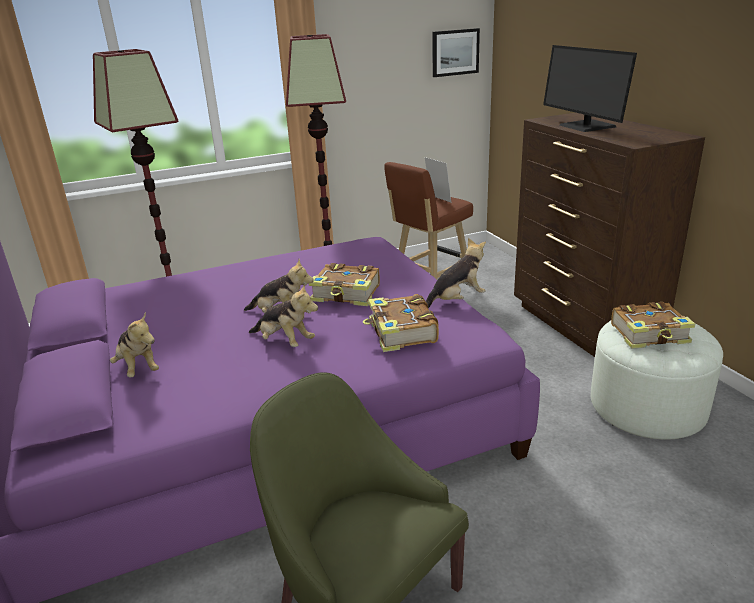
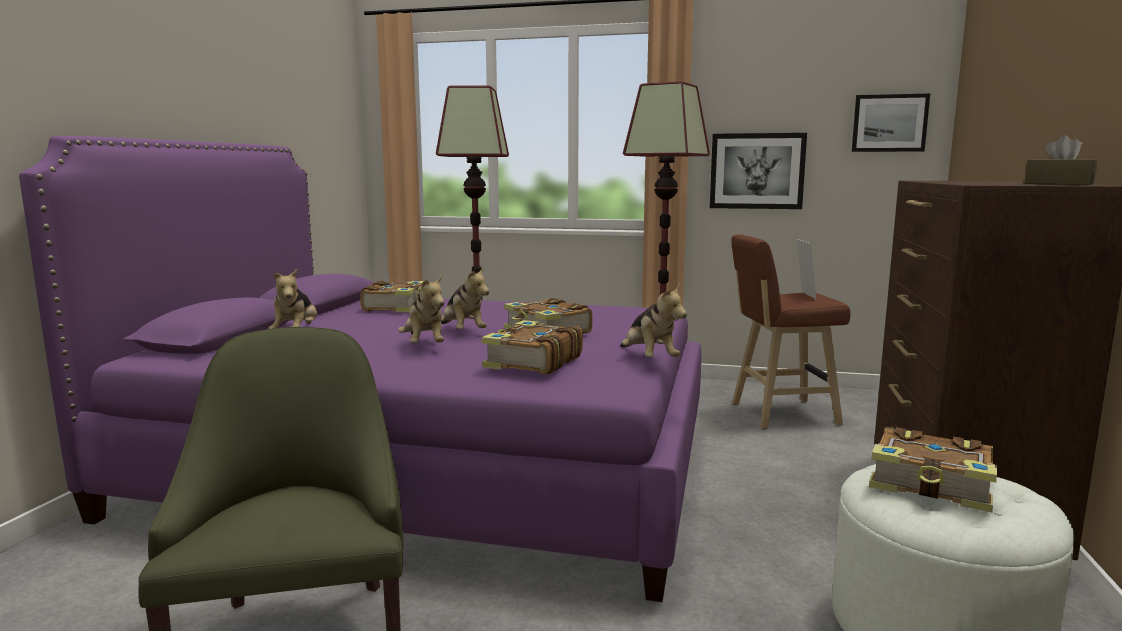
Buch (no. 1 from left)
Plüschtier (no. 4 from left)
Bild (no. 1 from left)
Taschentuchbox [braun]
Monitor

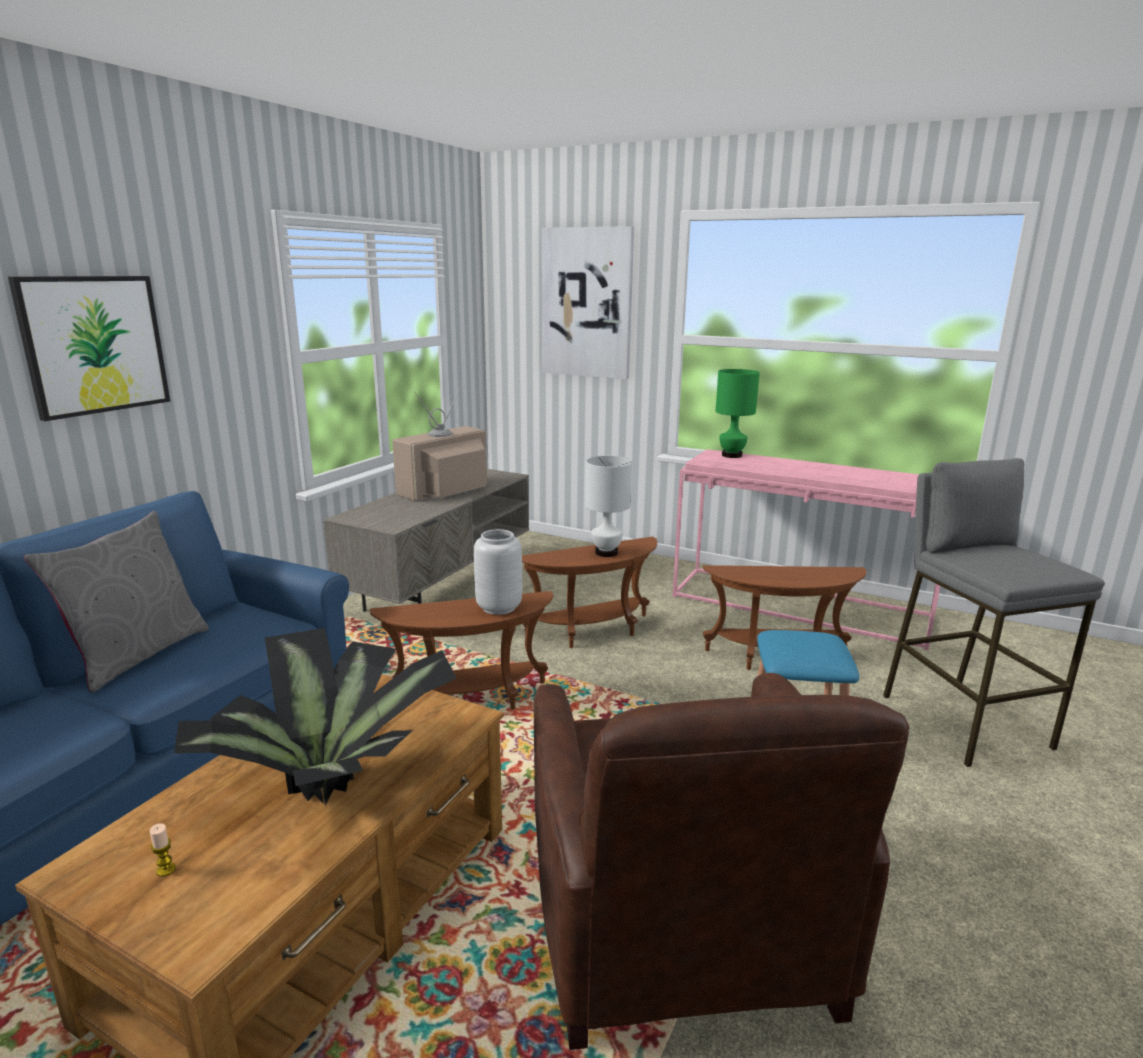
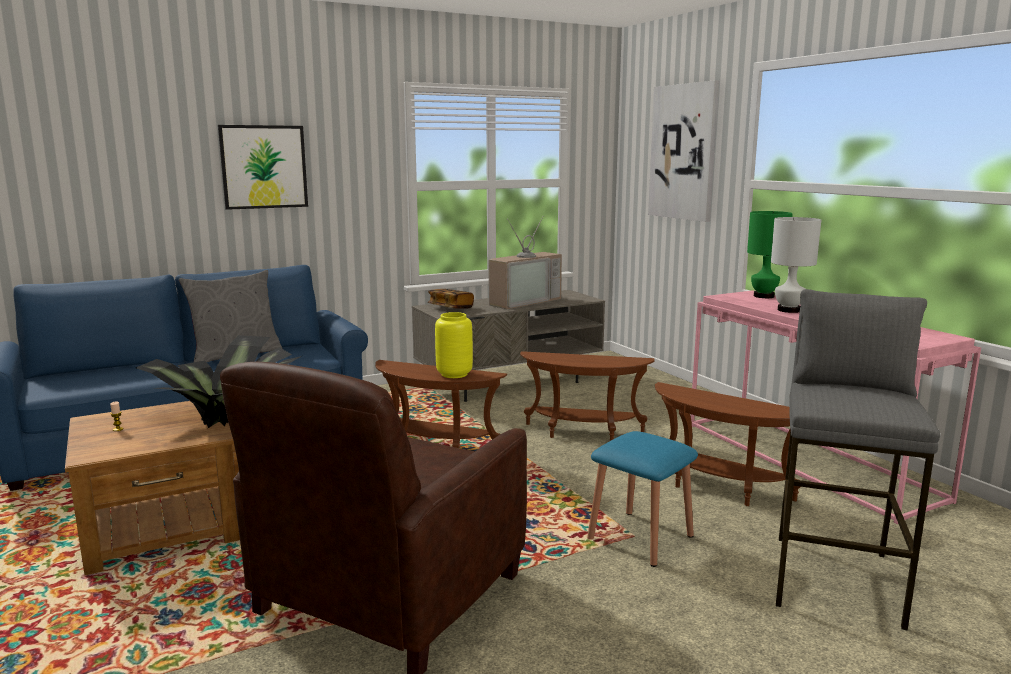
Buch
Vase [gelb]
Fernseher
Tischlampe [weiß]

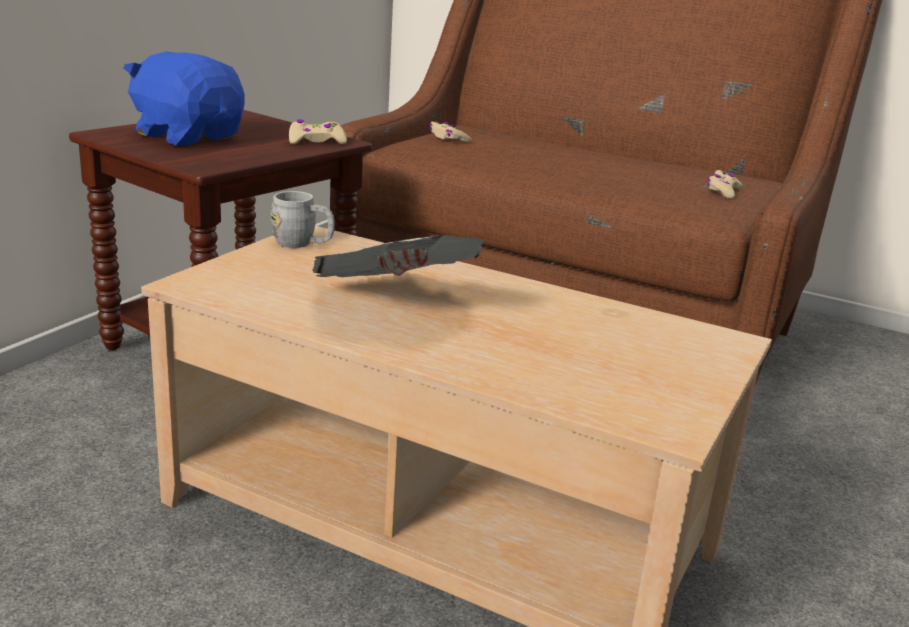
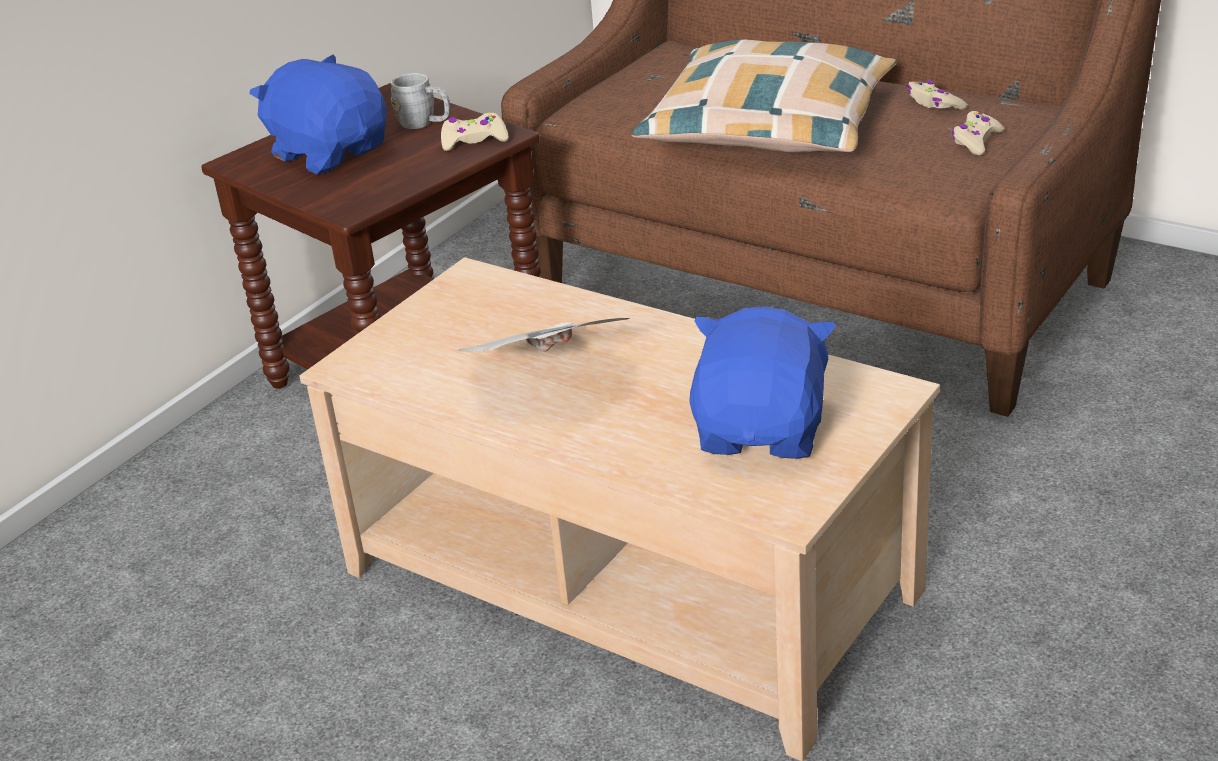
Henkelbecher [grau]
Kissen
Plüschtier [blau] (no. 2 from left)
Gamepad [beige] (no. 2 from left)

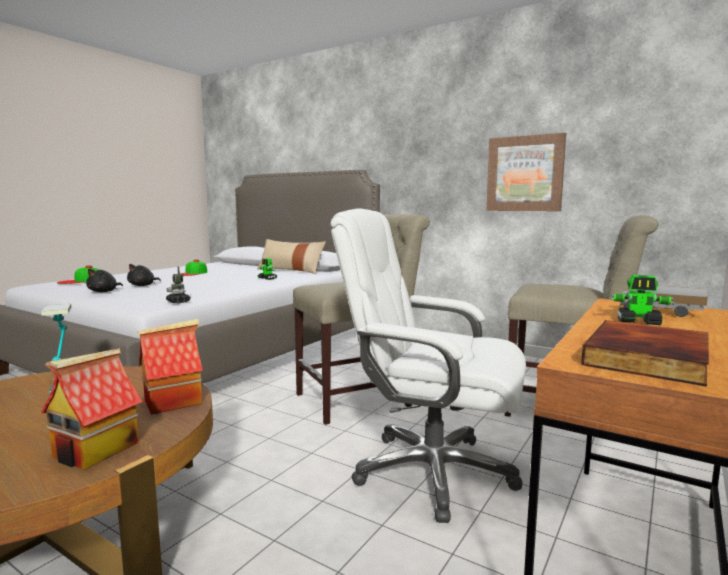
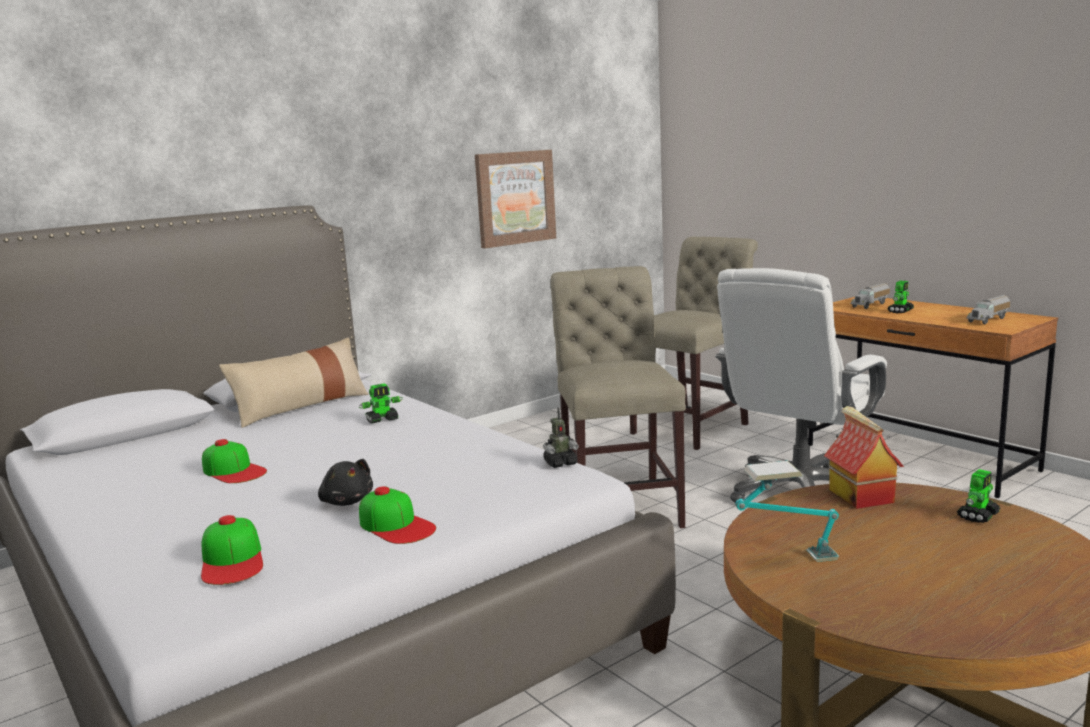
Kappe (no. 3 from left)
Spielzeugroboter (no. 4 from left)
Spielzeuglaster (no. 2 from left)

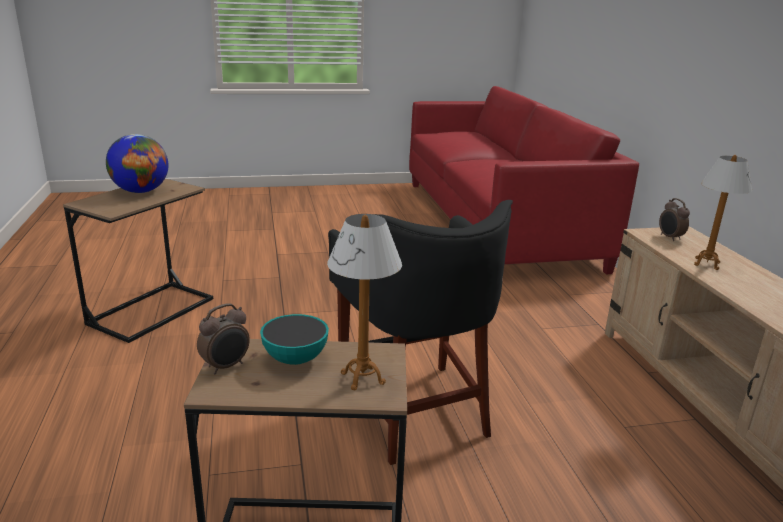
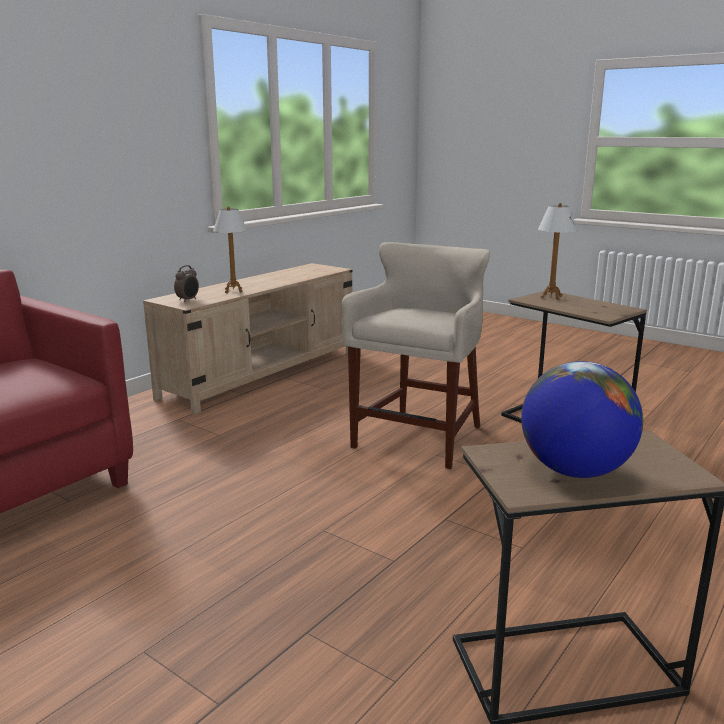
Hocker [beige]
Wecker (no. 1 from left in the first image)
Schüssel

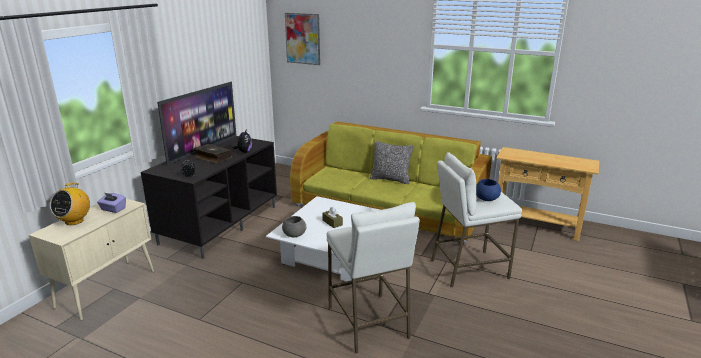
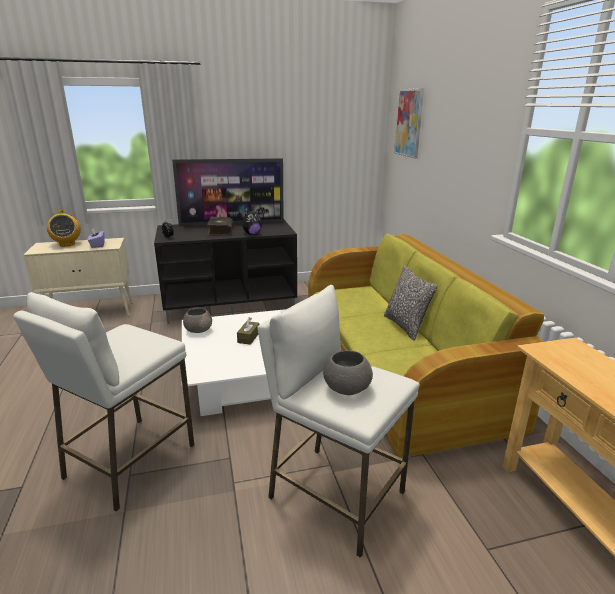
Radio
Schüssel [grau] (no. 2 from left)

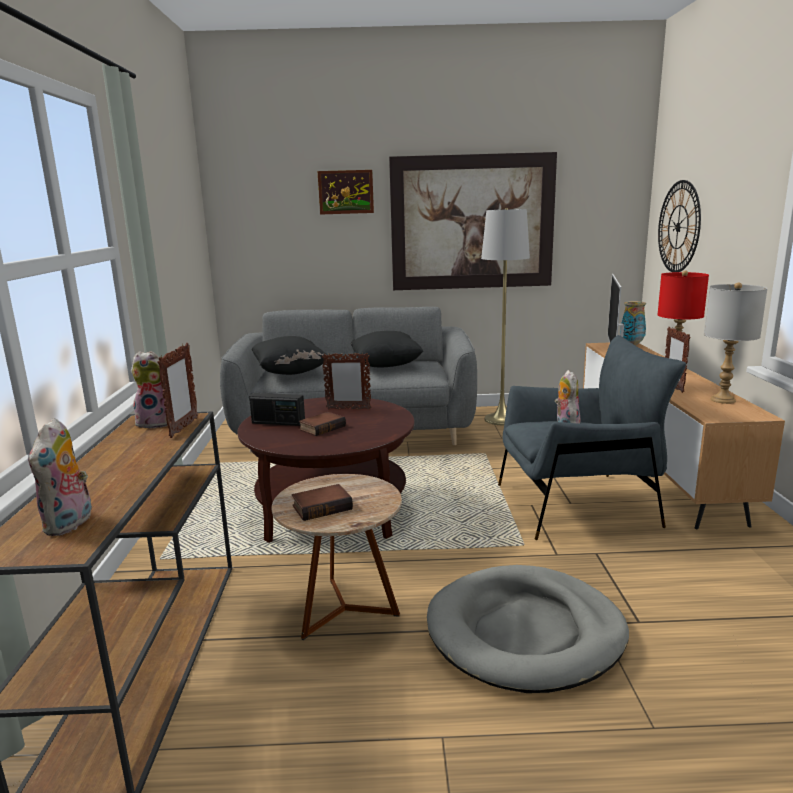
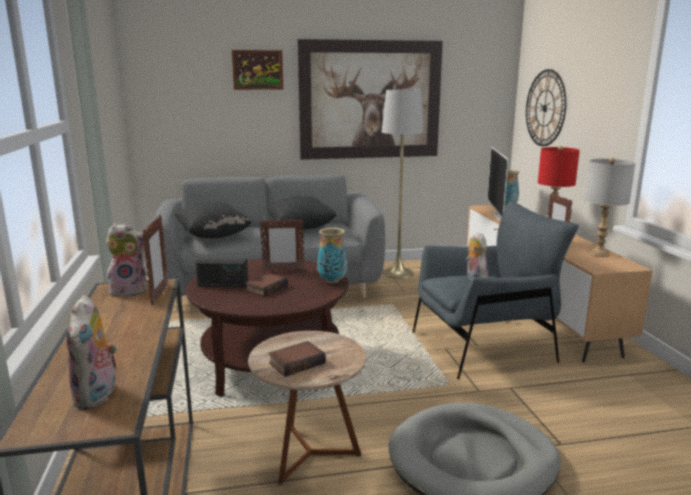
Vase (no. 1 from left)

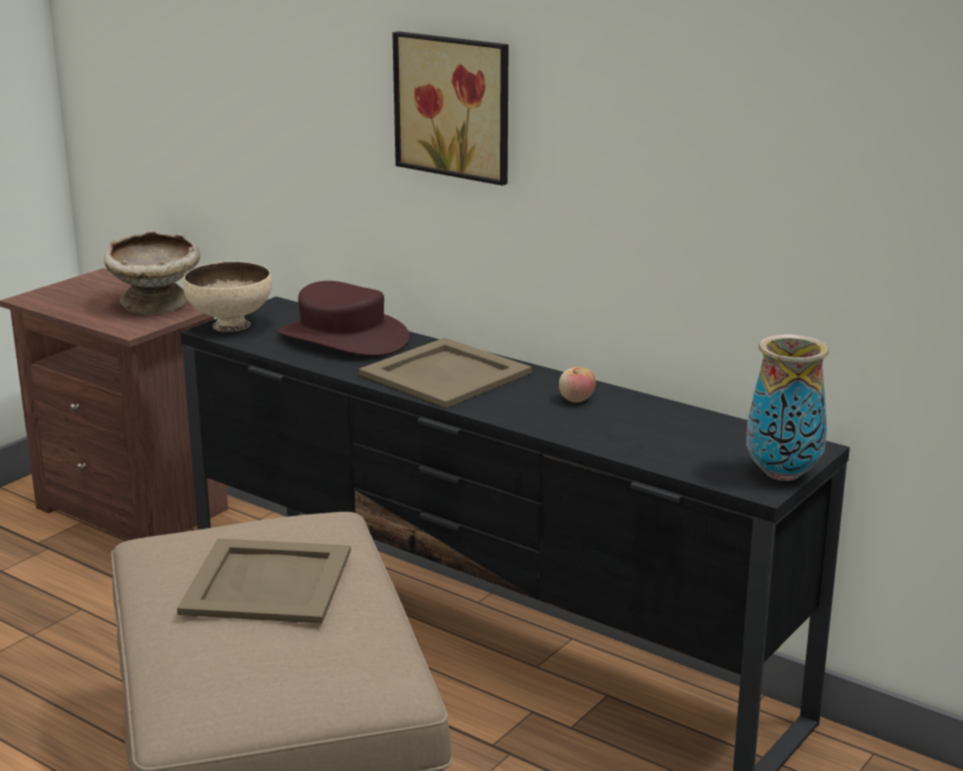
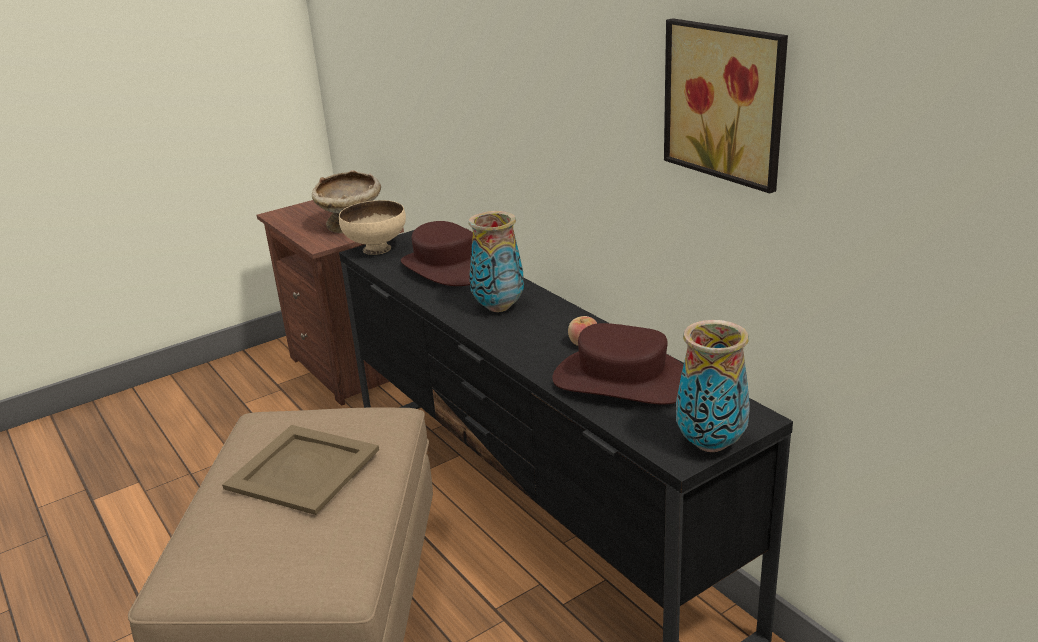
Vase (no. 1 from left)
Hut [braun] (no. 2 from left)
Bild

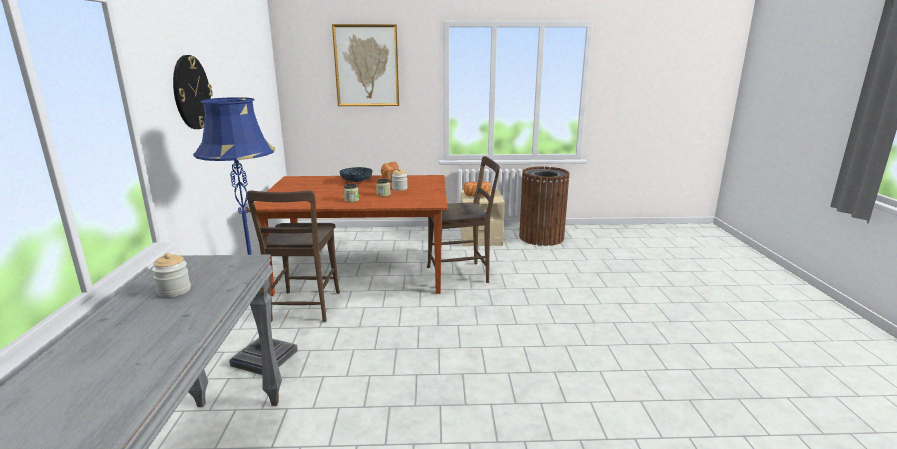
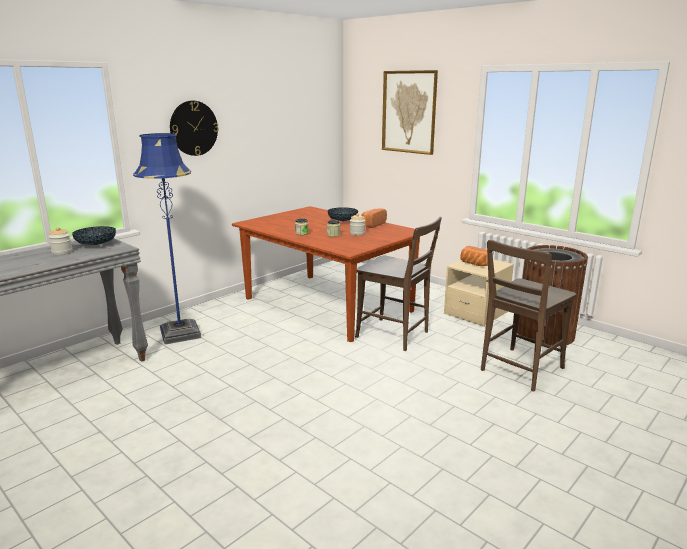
Schüssel (no. 1 from left)
Stuhl [braun] (no. 2 from left)

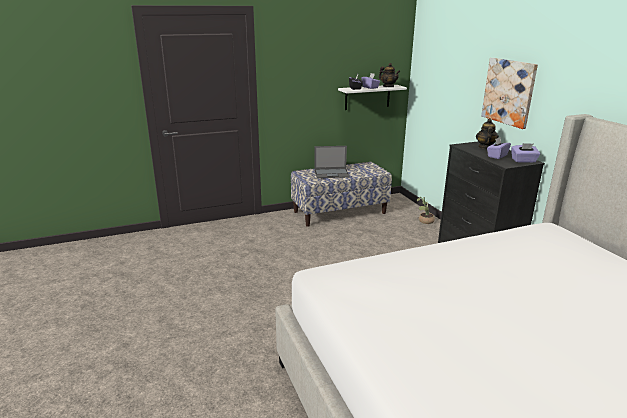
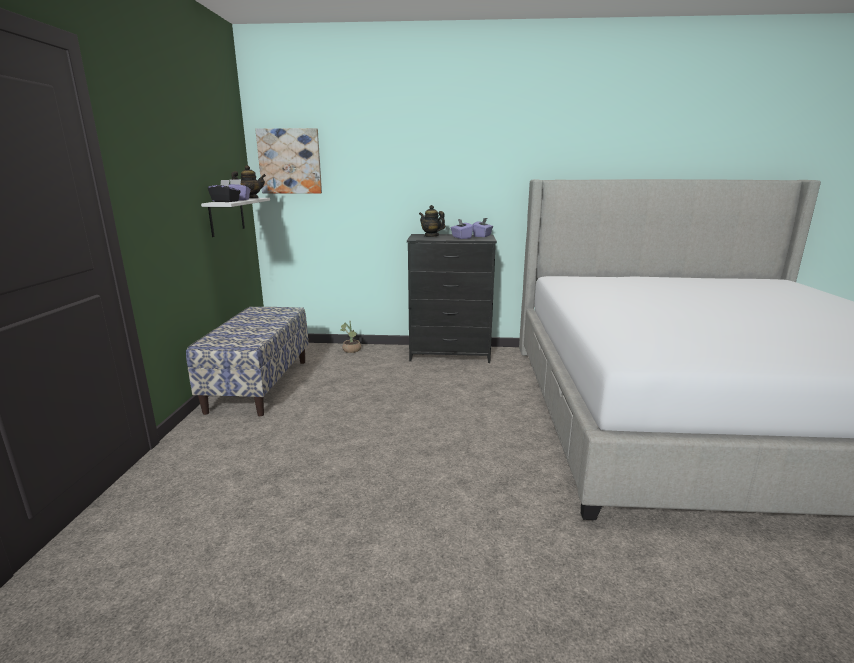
Bild
Laptop

